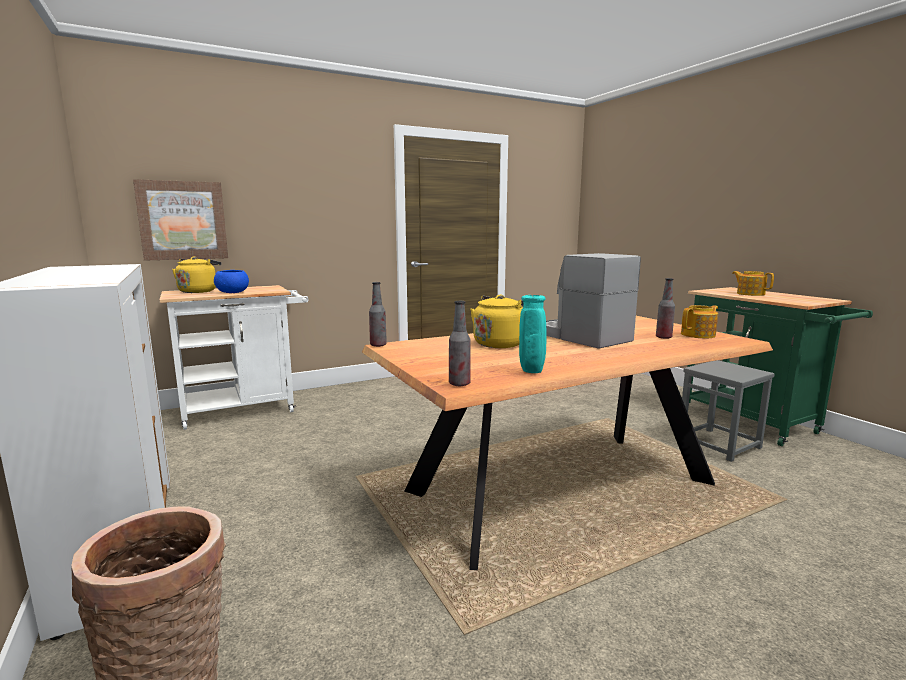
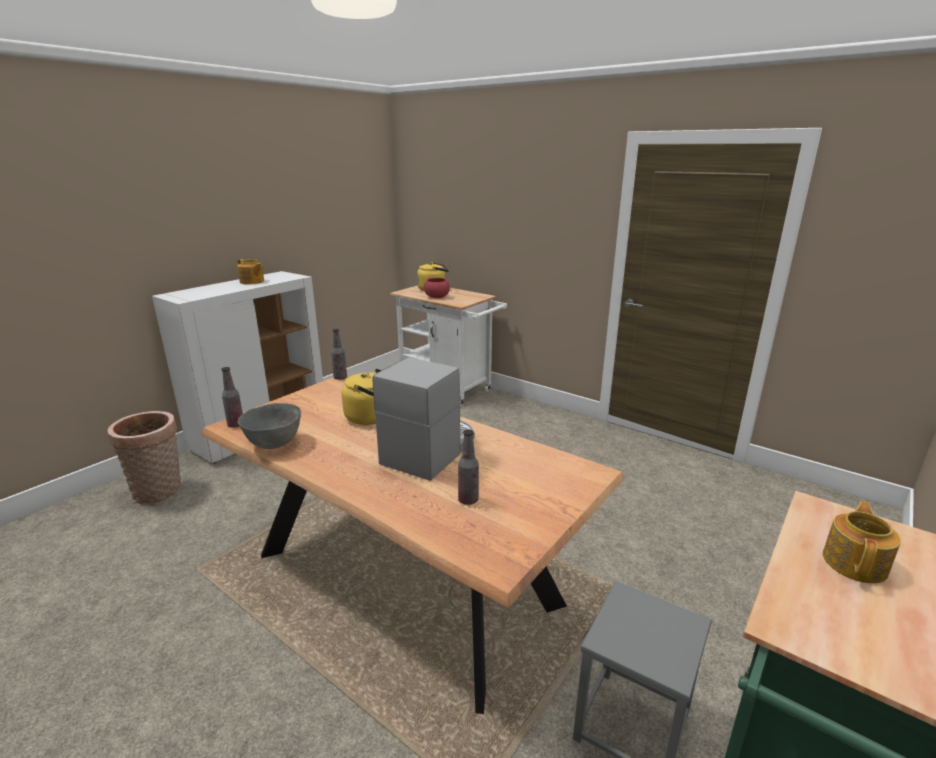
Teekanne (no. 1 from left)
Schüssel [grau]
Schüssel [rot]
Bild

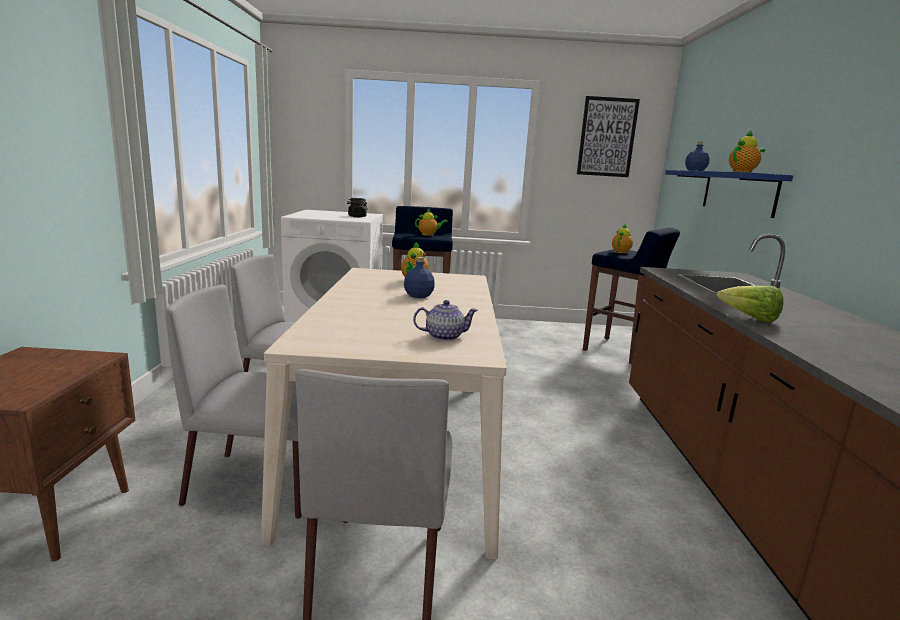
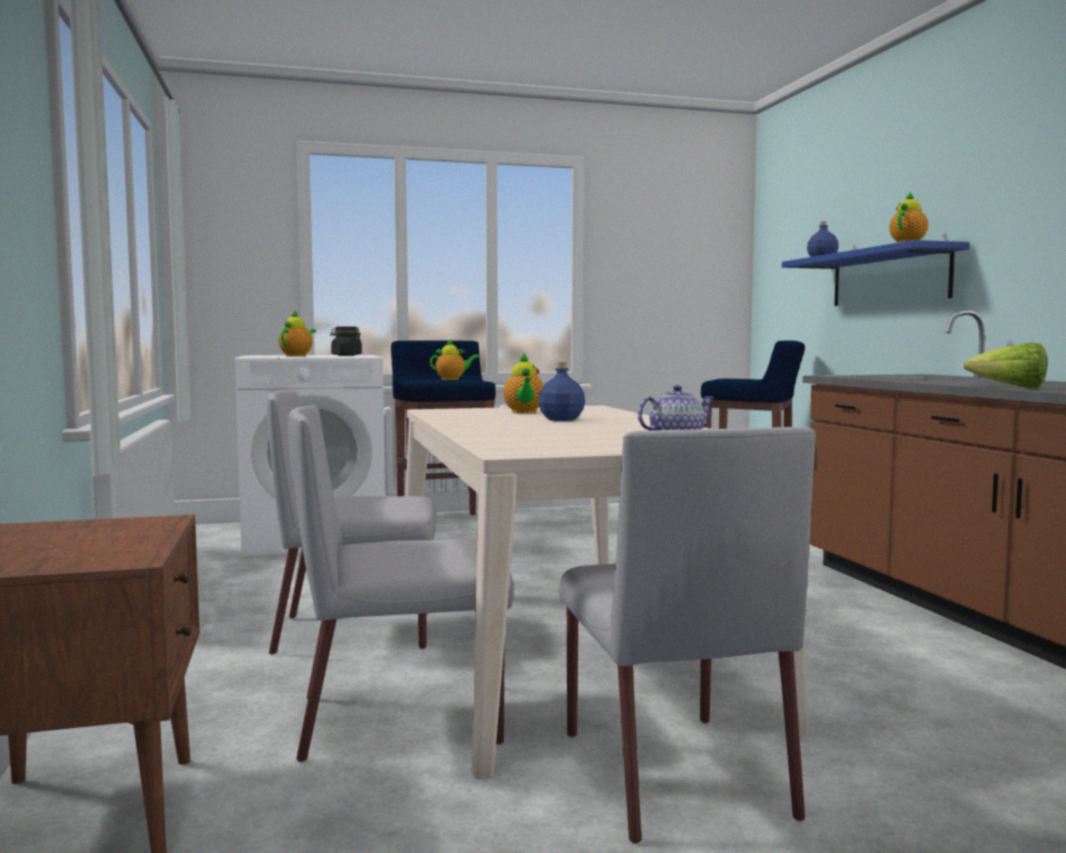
Teekanne (no. 1 from left)
Bild

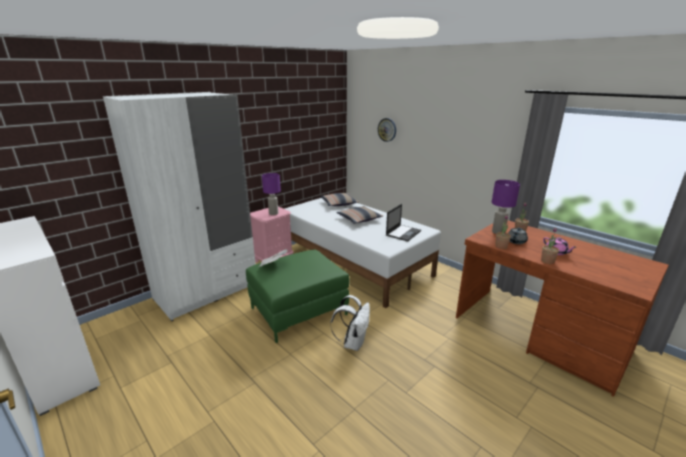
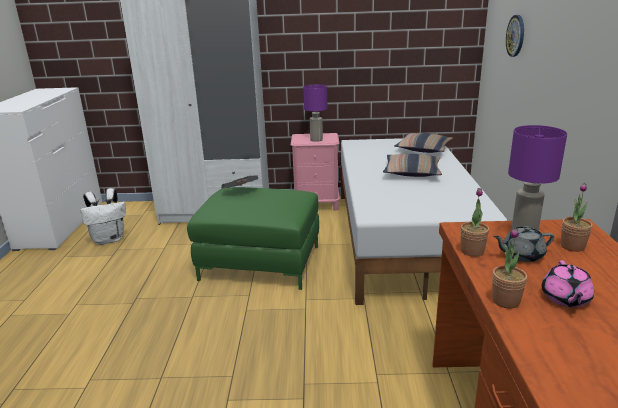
Rucksack [weiß]
Laptop

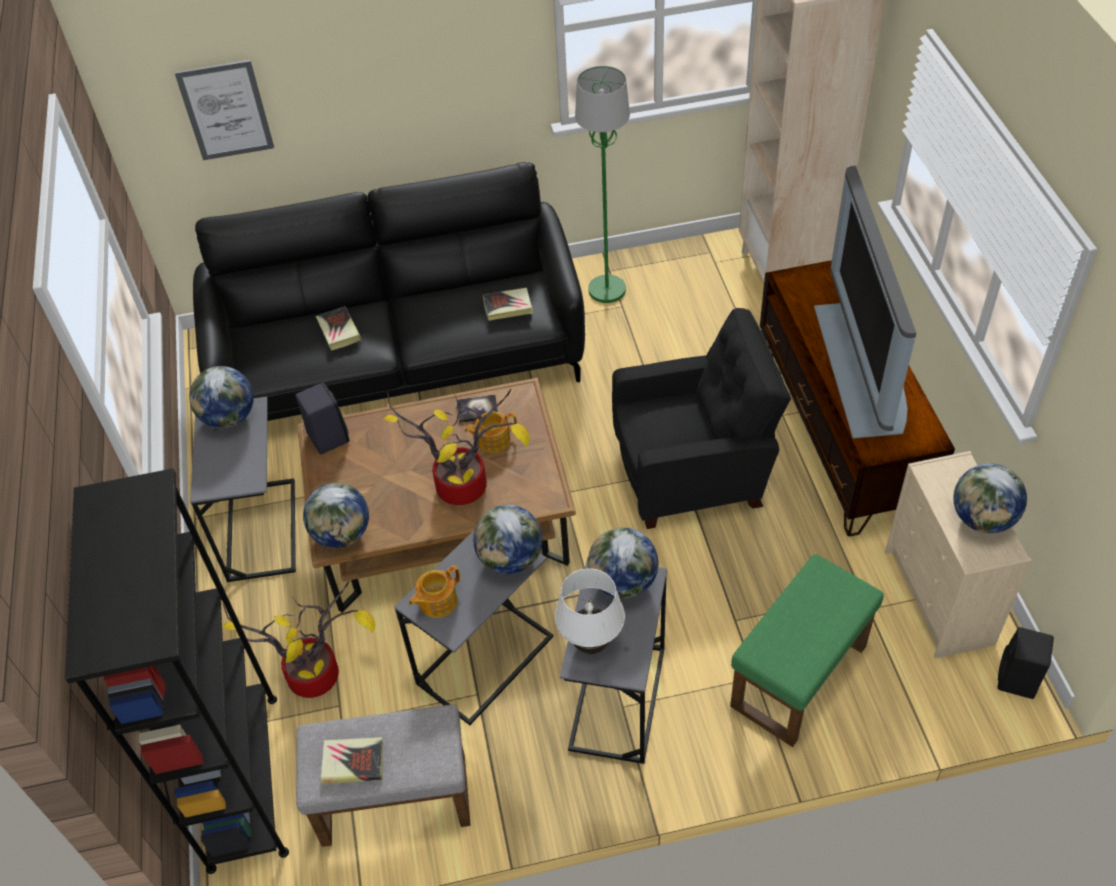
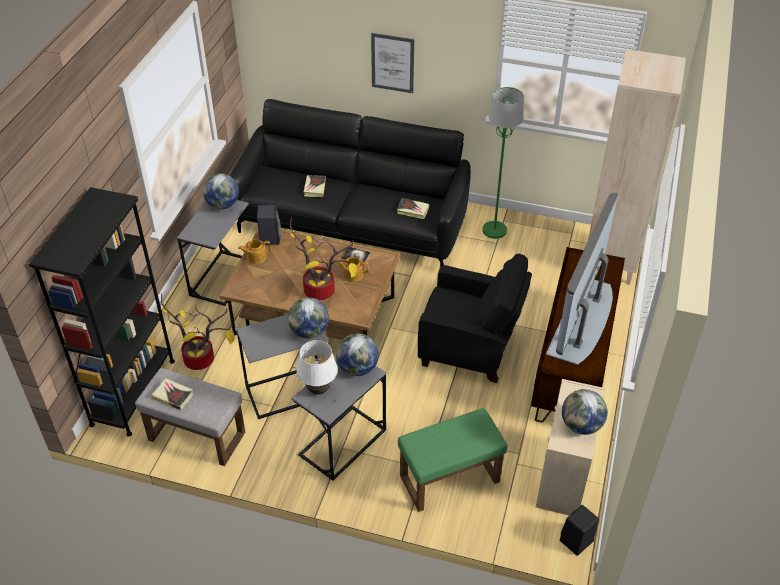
Teekanne (no. 1 from left)
Bild
Globus (no. 2 from left in the first image)

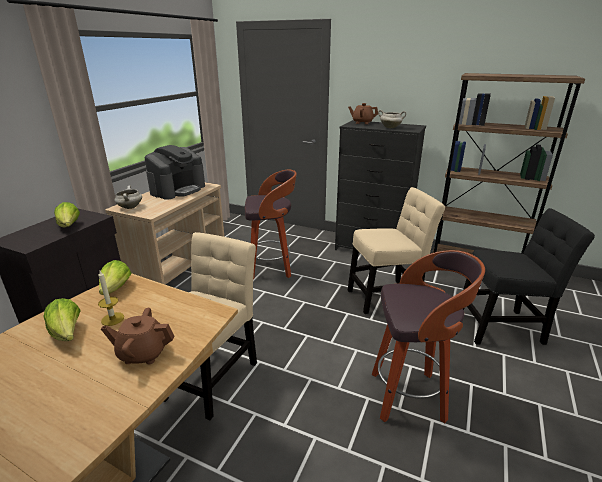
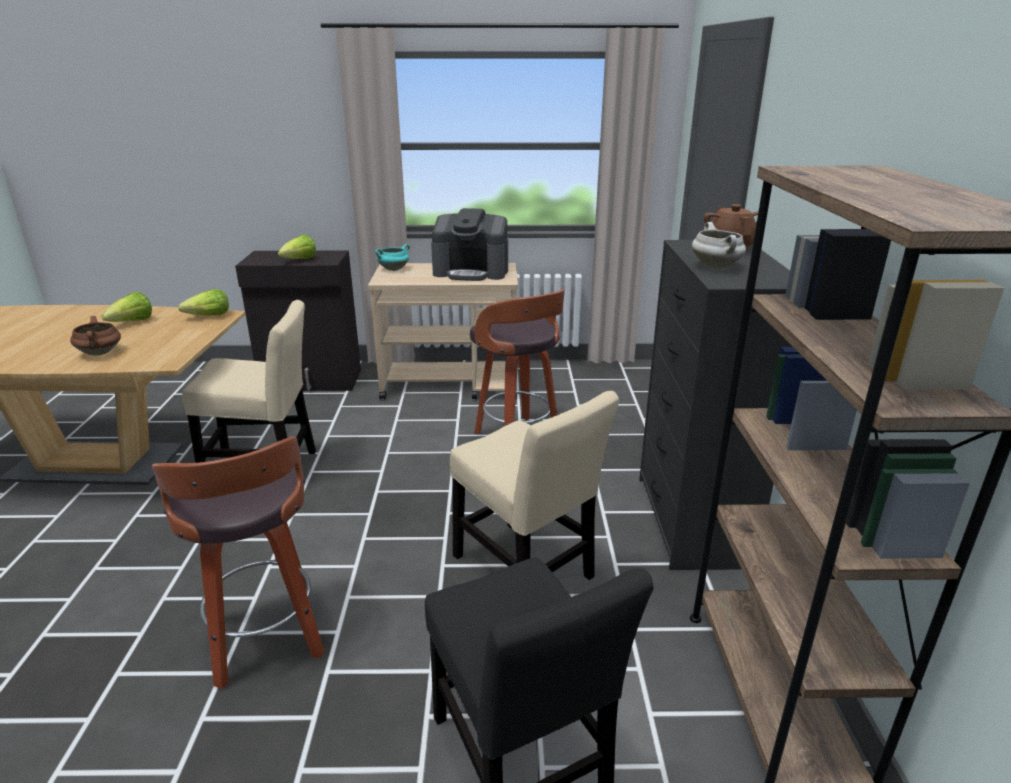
Kochtopf [braun]
Kochtopf [türkis]
Kerze

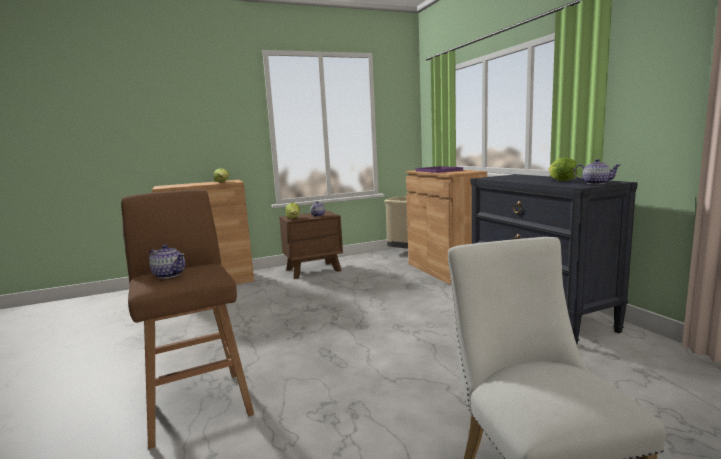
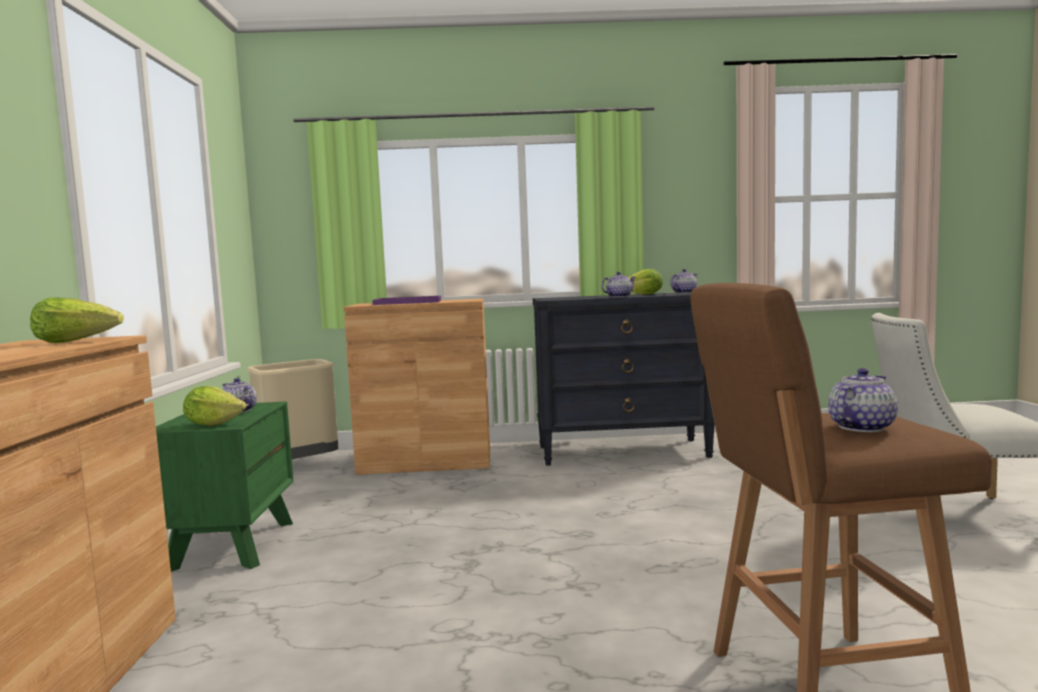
Nachttisch [grün]
Teekanne (no. 2 from left)

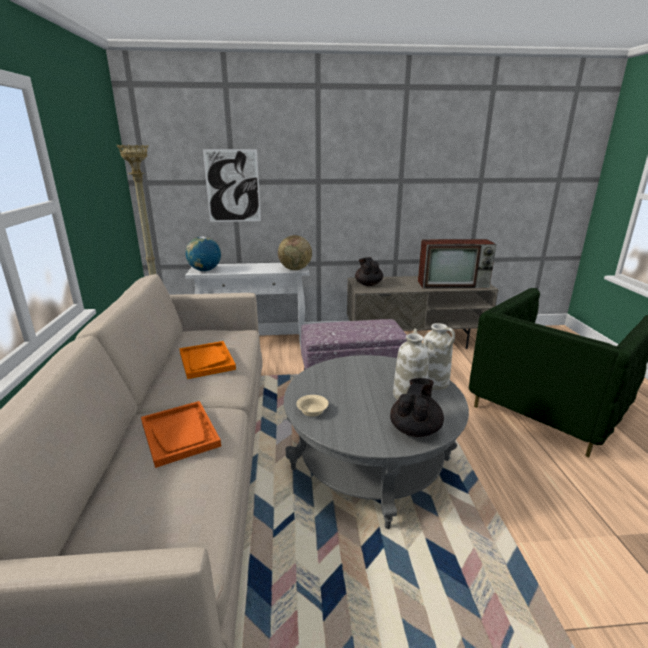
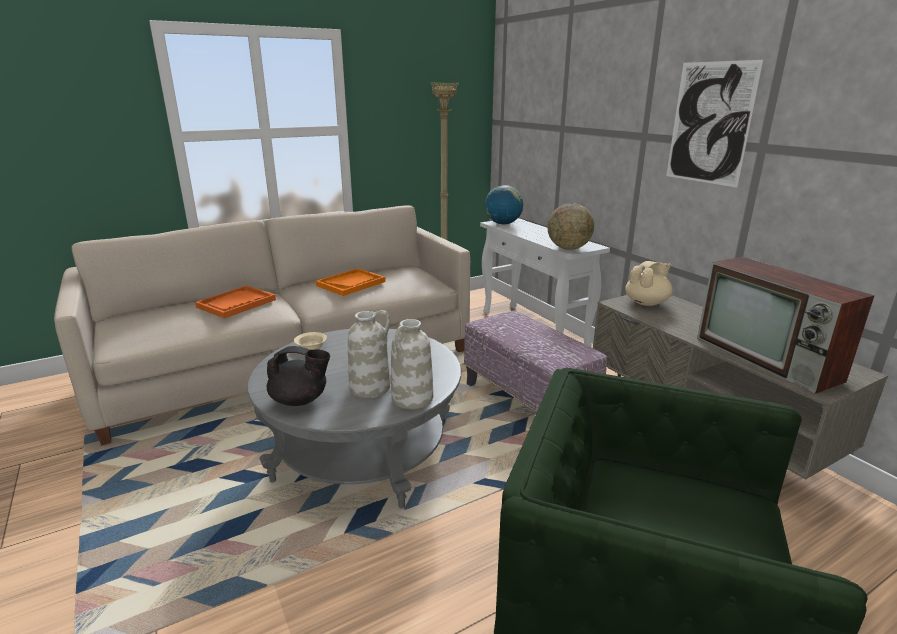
Teekanne [beige]
Bild

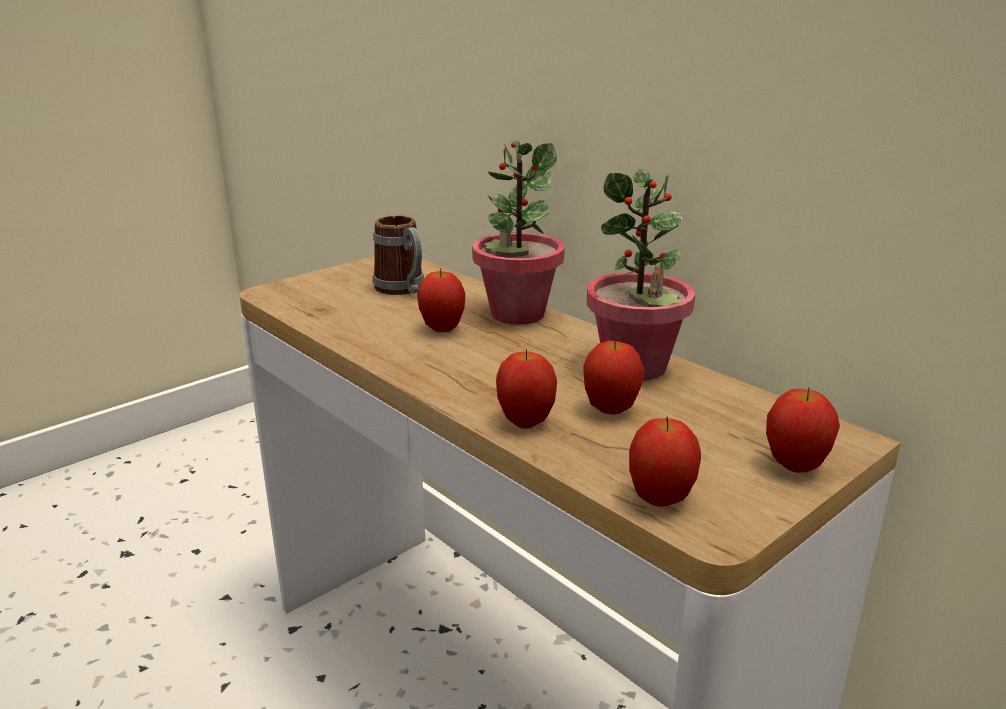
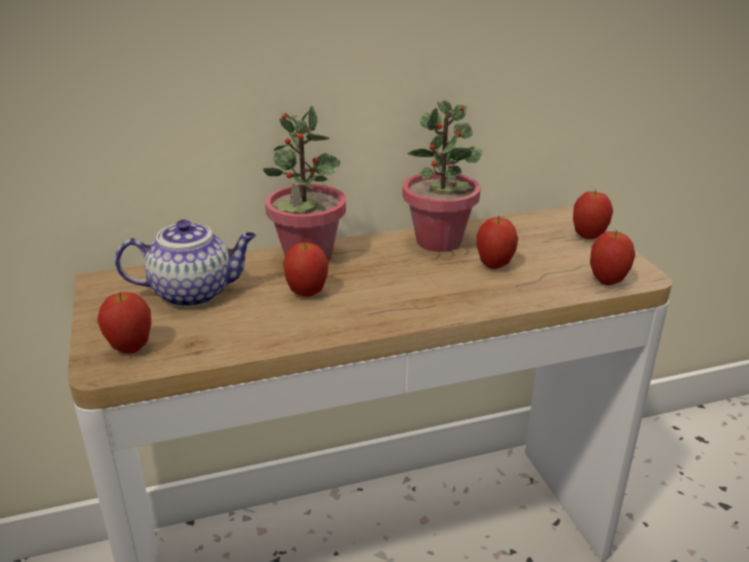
Apfel (no. 1 from left)
Teekanne

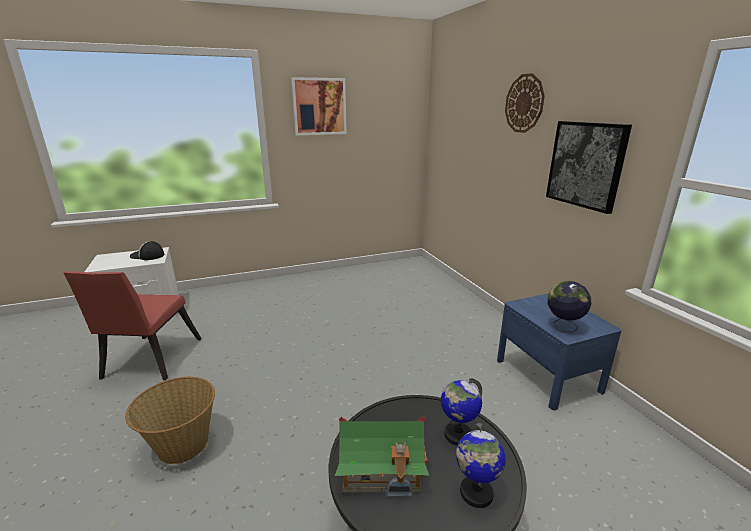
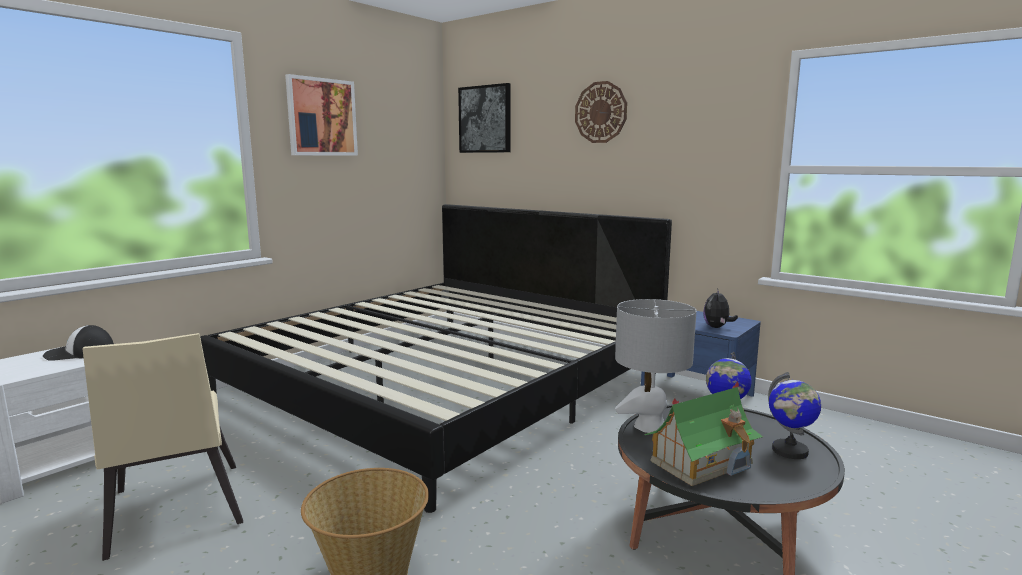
Stuhl [beige]
Bett
Bild (no. 2 from left)
Tischlampe [grau]
Plüschtier

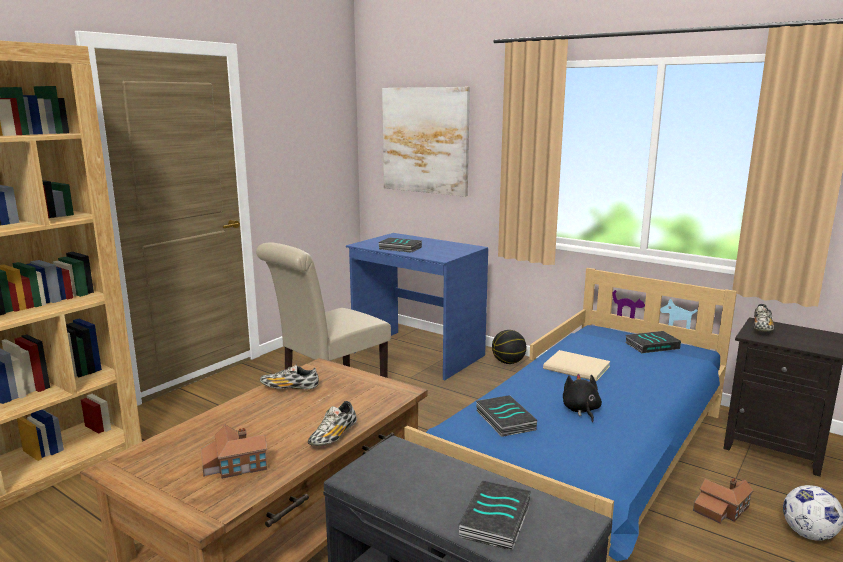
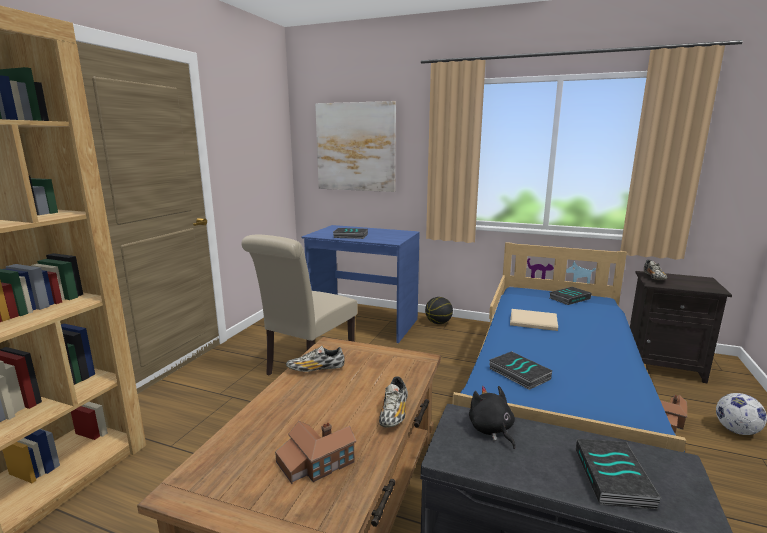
Plüschtier [schwarz]

